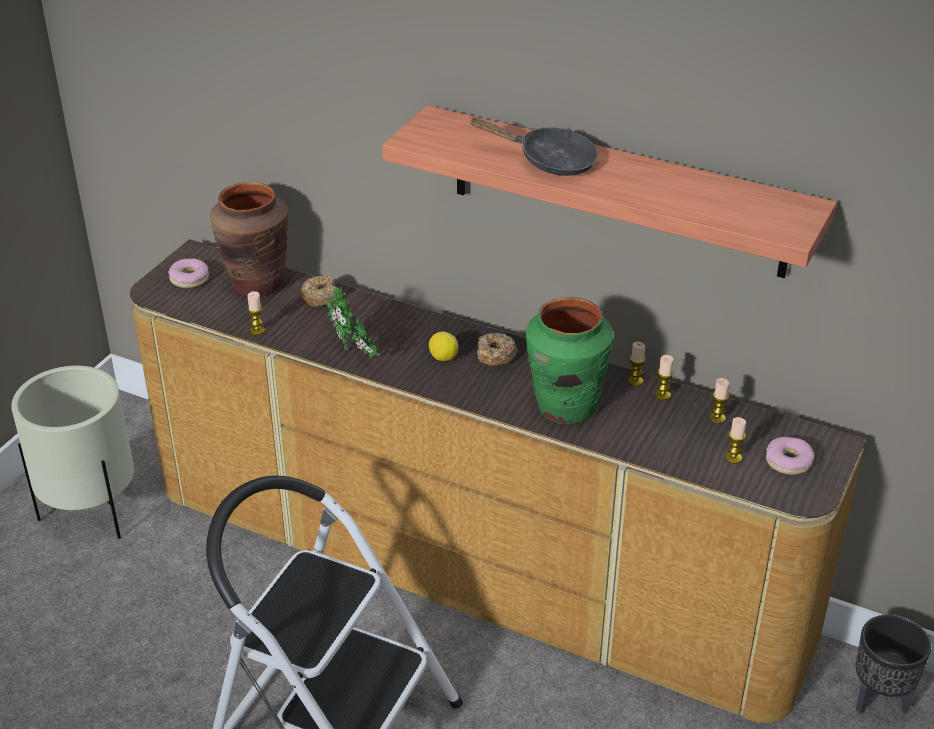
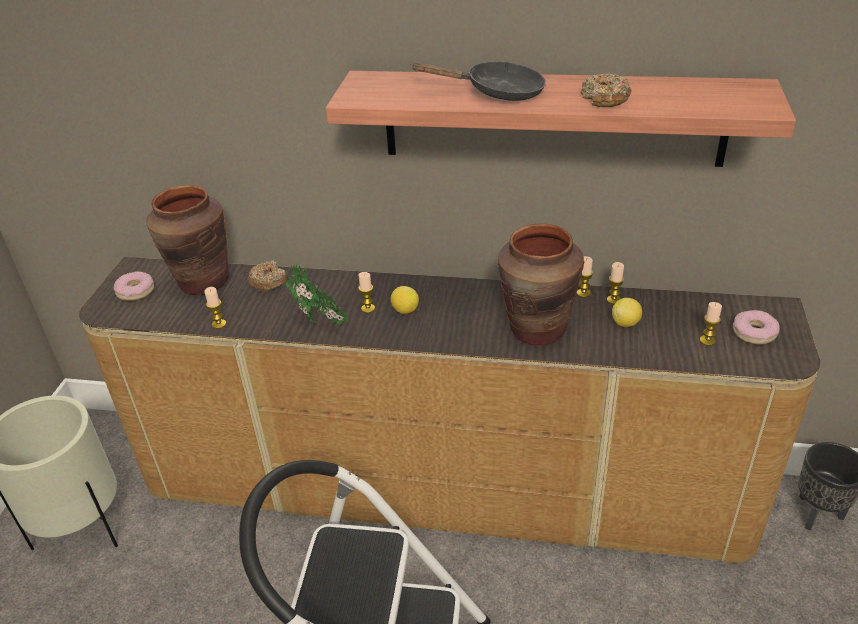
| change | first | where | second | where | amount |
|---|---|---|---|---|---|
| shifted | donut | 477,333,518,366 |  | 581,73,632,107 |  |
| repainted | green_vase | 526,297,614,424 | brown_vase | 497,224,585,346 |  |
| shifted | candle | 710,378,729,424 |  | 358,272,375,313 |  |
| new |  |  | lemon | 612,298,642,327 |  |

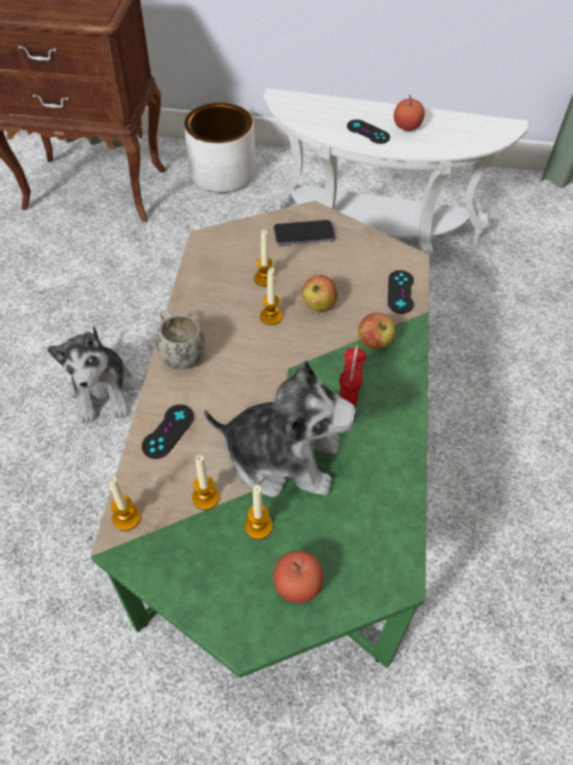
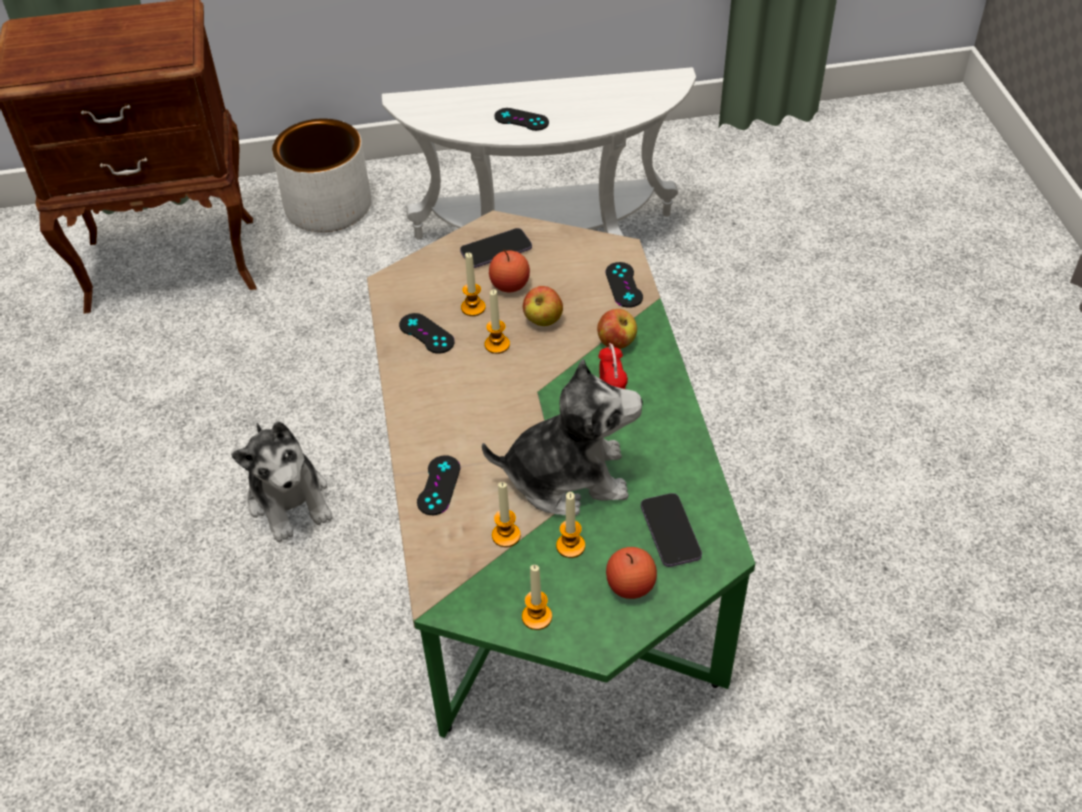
| change | first | where | second | where | amount |
|---|---|---|---|---|---|
| shifted | candle | 108,476,140,531 |  | 522,565,552,630 |  |
| gone | white_mug | 156,310,205,369 |  |  |  |
| shifted | apple | 394,94,425,131 |  | 489,250,530,293 |  |
| new |  |  | black_game_controller | 399,313,455,354 |  |
| new |  |  | phone | 641,493,702,567 |  |

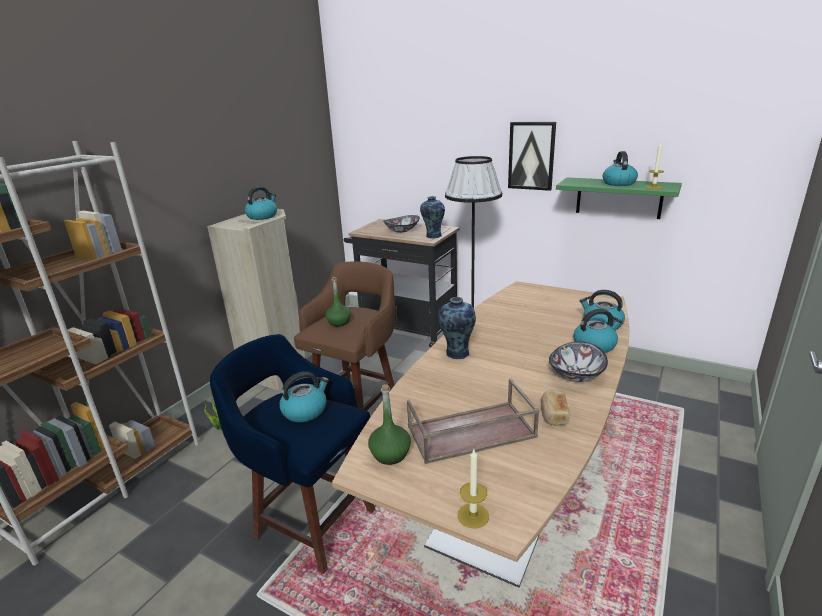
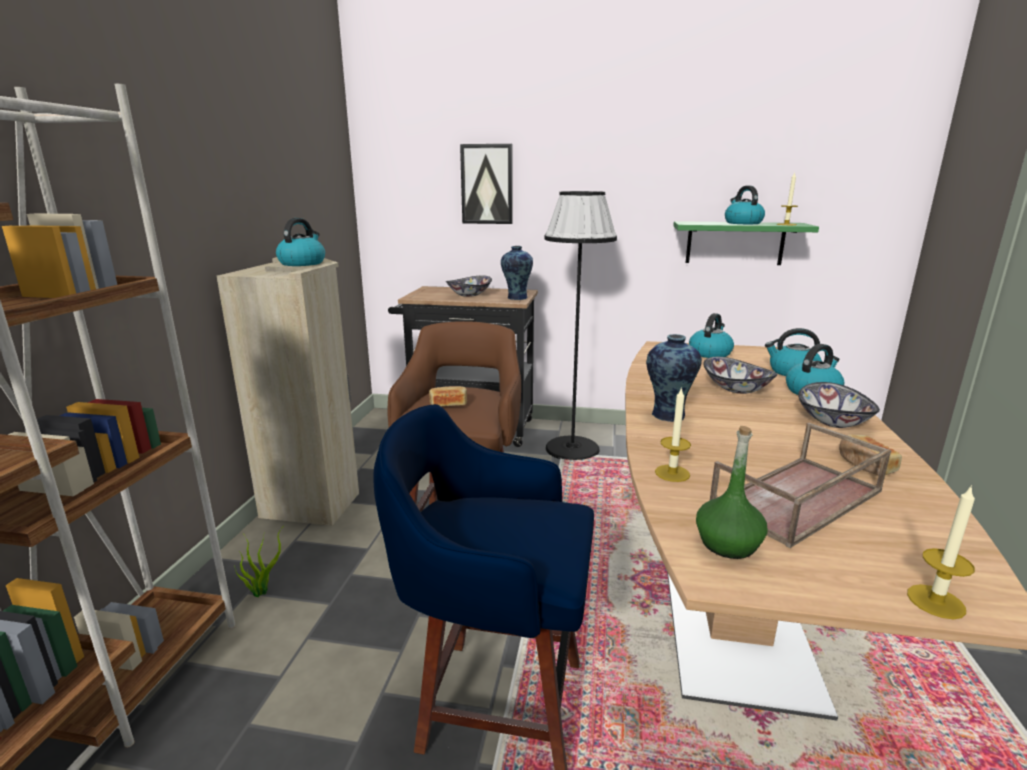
| change | first | where | second | where | amount |
|---|---|---|---|---|---|
| shifted | kettle | 279,372,329,422 |  | 689,313,734,358 |  |
| swapped | green_bottle | 326,277,351,327 | bread | 429,386,467,407 |  |
| shifted | picture | 508,122,556,191 |  | 460,144,512,224 |  |
| new |  |  | candle | 655,387,691,482 |  |
| new |  |  | bowl | 703,357,778,394 |  |

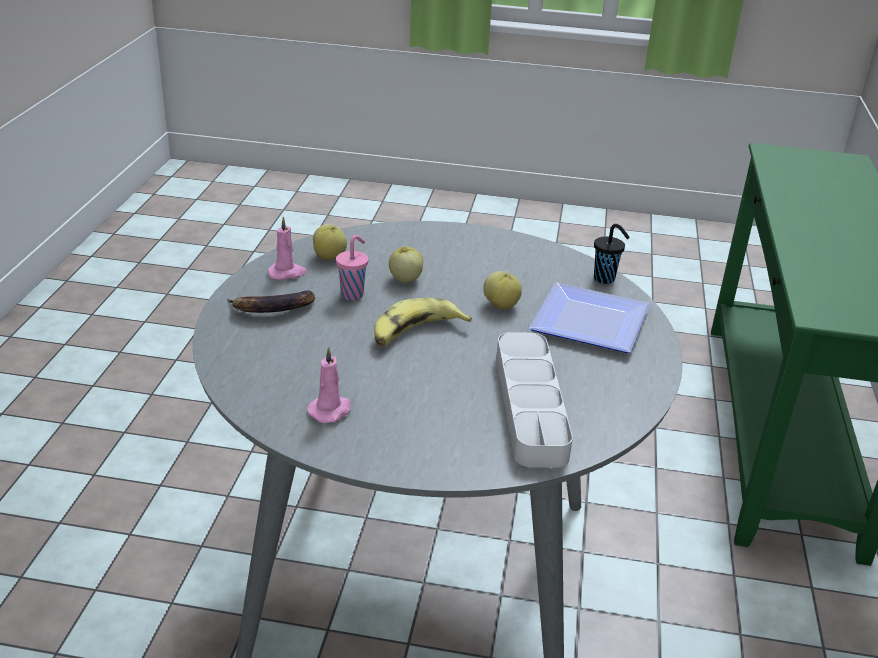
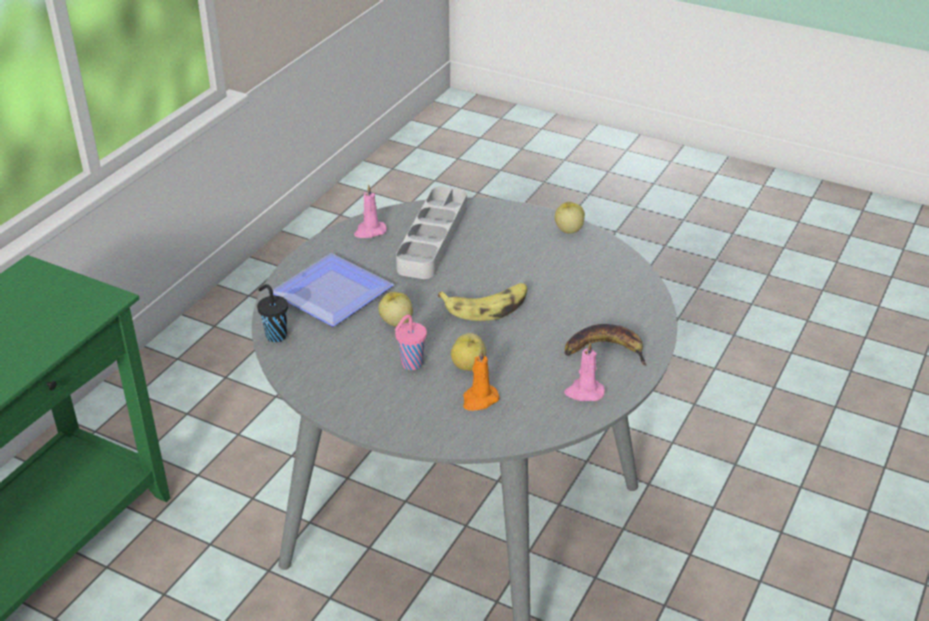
| change | first | where | second | where | amount |
|---|---|---|---|---|---|
| shifted | pink_candle | 307,347,351,423 |  | 354,184,387,238 |  |
| shifted | apple | 313,224,347,260 |  | 555,202,585,234 |  |
| shifted | pink_cup | 336,235,369,301 |  | 395,314,427,370 |  |
| new |  |  | orange_candle | 463,348,500,411 |  |

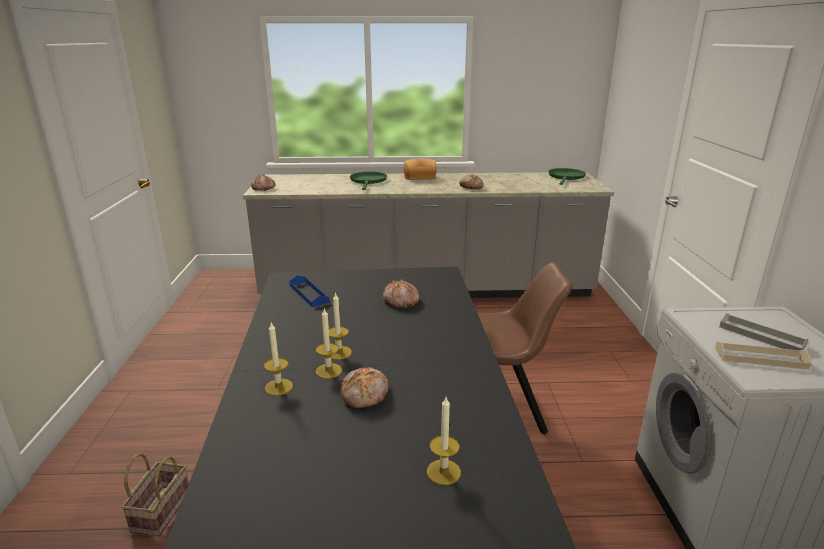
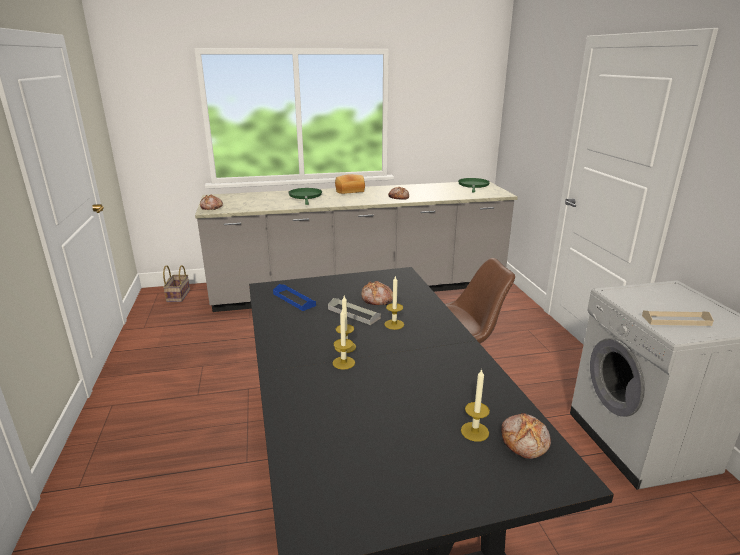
| change | first | where | second | where | amount |
|---|---|---|---|---|---|
| shifted | basket | 121,453,189,537 |  | 163,265,190,302 |  |
| shifted | candle | 264,323,293,396 |  | 384,276,404,330 |  |
| shifted | bread | 341,367,388,408 |  | 501,413,551,459 |  |
| shifted | grey_tray | 719,313,809,350 |  | 328,298,381,325 |  |

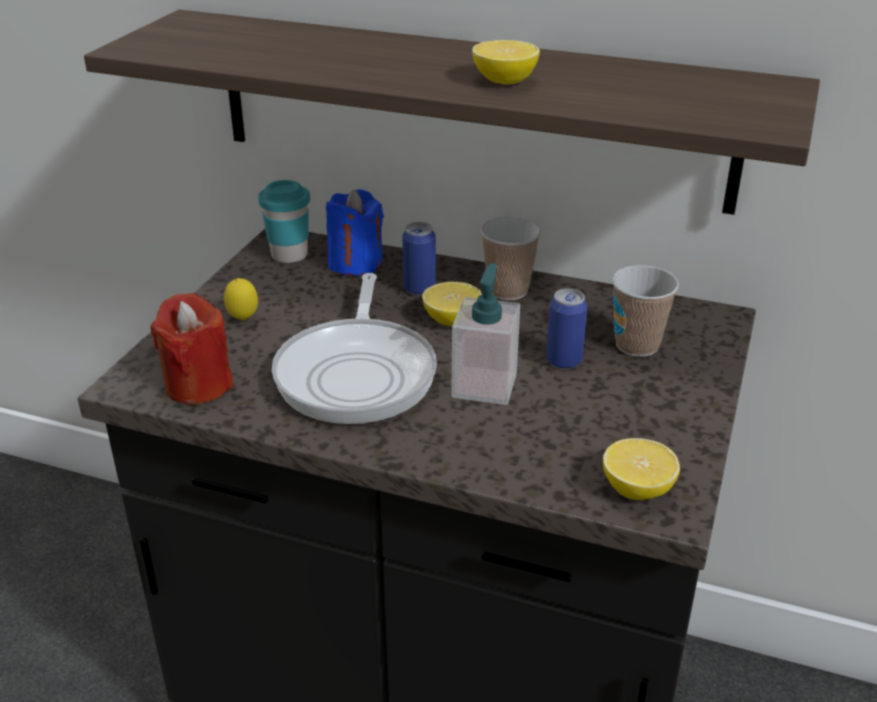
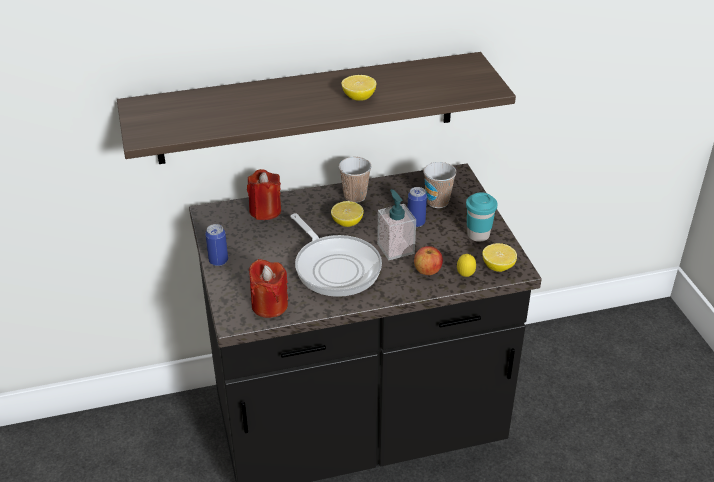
| change | first | where | second | where | amount |
|---|---|---|---|---|---|
| shifted | lemon | 224,278,258,320 |  | 457,254,476,277 |  |
| shifted | turquoise_cup | 258,180,310,263 |  | 466,192,498,242 |  |
| repainted | blue_candle | 326,189,384,276 | red_candle | 247,169,281,220 |  |
| shifted | can | 402,222,436,295 |  | 205,224,228,266 |  |
| new |  |  | apple | 414,246,443,275 |  |

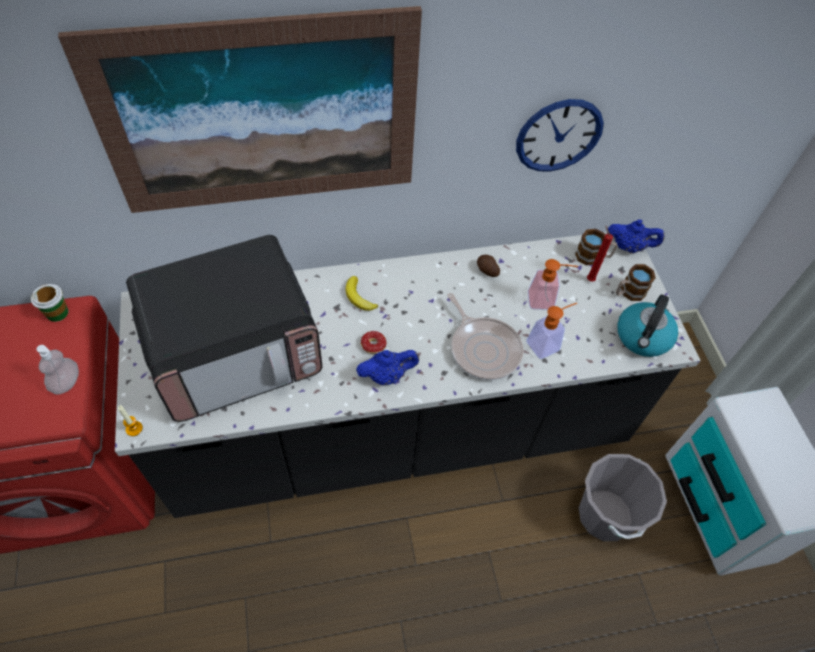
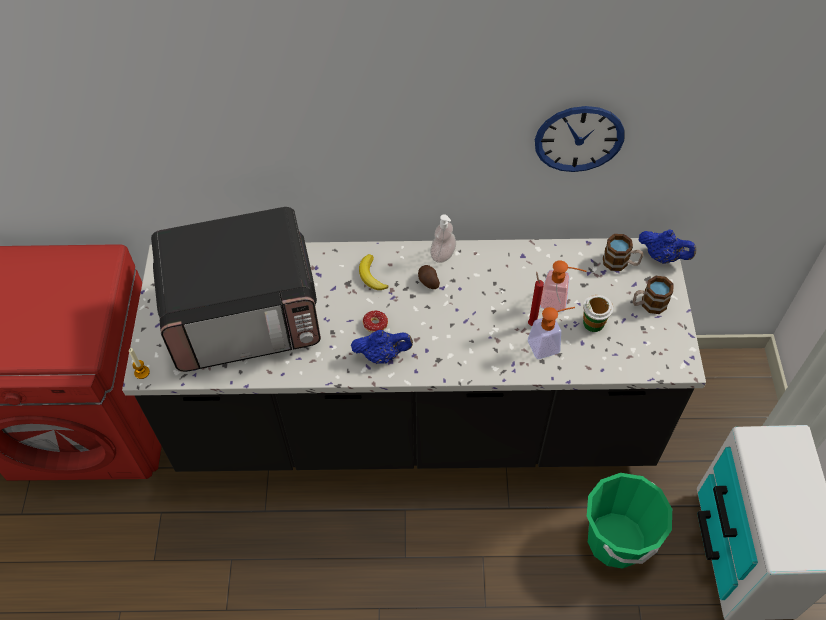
| change | first | where | second | where | amount |
|---|---|---|---|---|---|
| shifted | cup | 31,284,69,322 |  | 583,295,613,332 |  |
| shifted | soap_dispenser | 37,345,79,395 |  | 430,214,456,263 |  |
| gone | picture | 58,6,422,213 |  |  |  |
| gone | frying_pan | 447,293,524,380 |  |  |  |
| shifted | potato | 477,255,500,277 |  | 418,265,440,289 |  |
| repainted | grey_bucket | 579,454,667,541 | green_bucket | 587,473,672,569 |  |
| shifted | red_candle | 587,226,613,282 |  | 528,272,544,326 |  |
| gone | kettle | 617,294,678,357 |  |  |  |

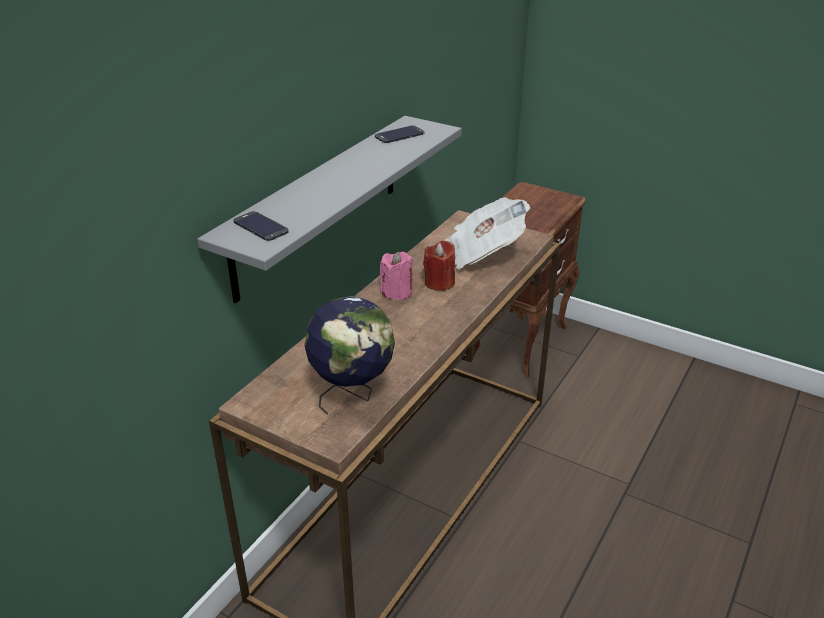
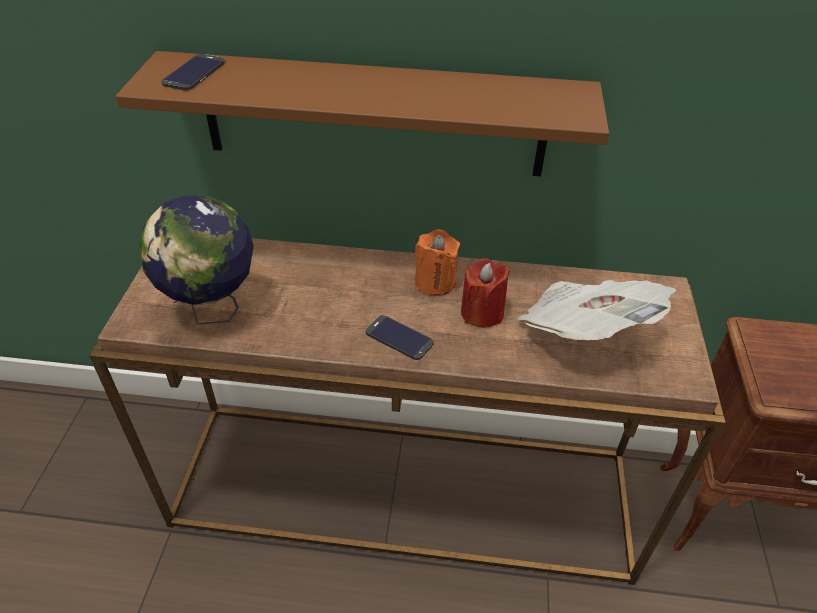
| change | first | where | second | where | amount |
|---|---|---|---|---|---|
| repainted | grey_shelf | 197,116,462,303 | brown_shelf | 116,51,609,176 |  |
| shifted | phone | 375,125,424,143 |  | 365,315,433,360 |  |
| repainted | pink_candle | 380,252,413,300 | orange_candle | 415,229,460,296 |  |

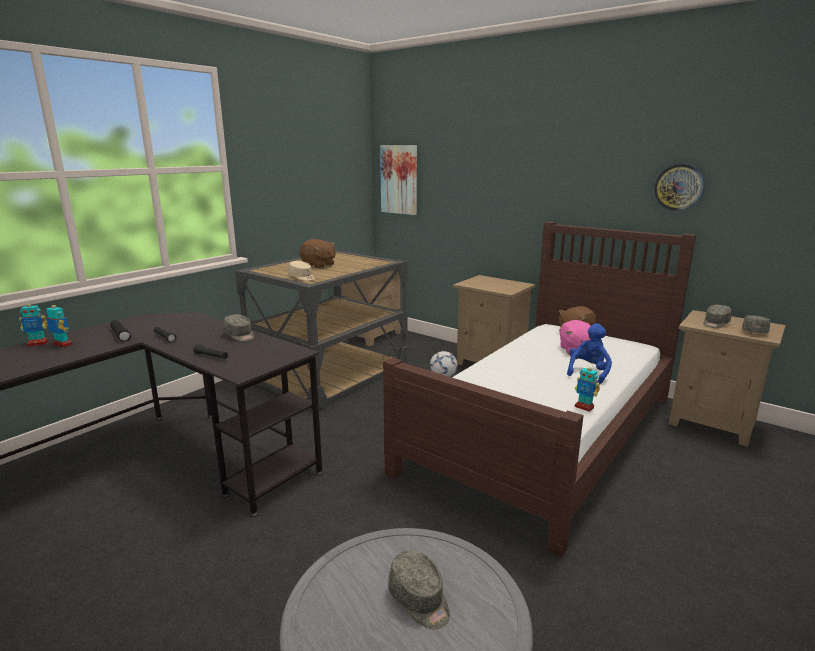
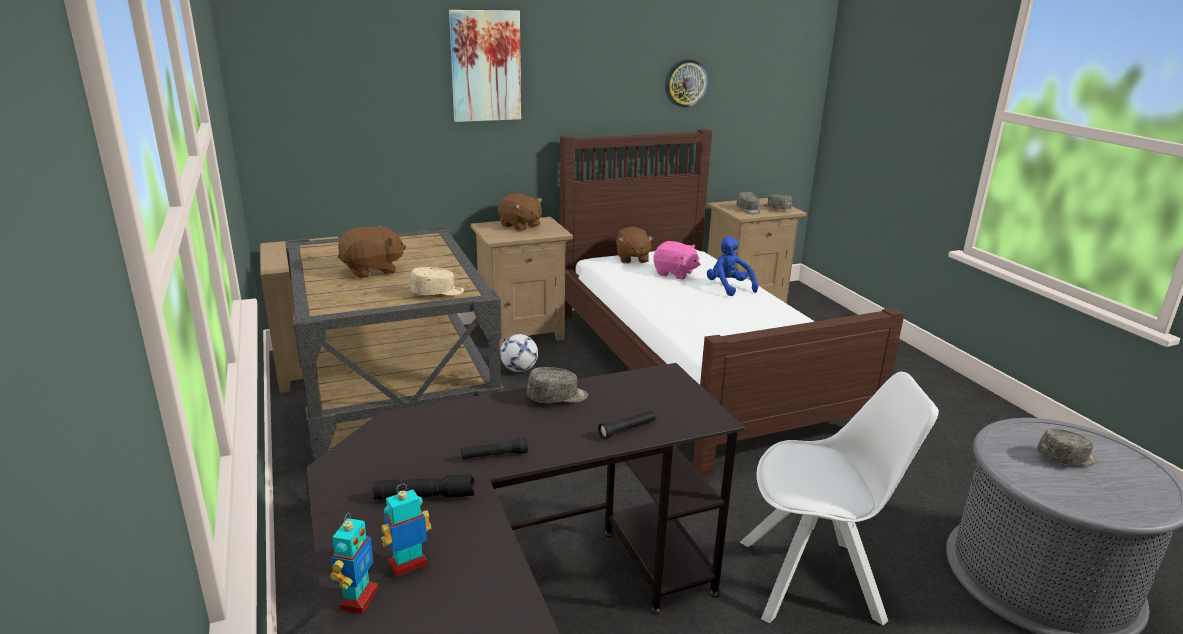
| change | first | where | second | where | amount |
|---|---|---|---|---|---|
| shifted | picture | 380,145,417,215 |  | 449,10,521,122 |  |
| gone | toy_robot | 575,363,600,412 |  |  |  |
| new |  |  | brown_plush_toy | 498,193,542,231 |  |
| new |  |  | white_chair | 740,372,939,625 |  |

